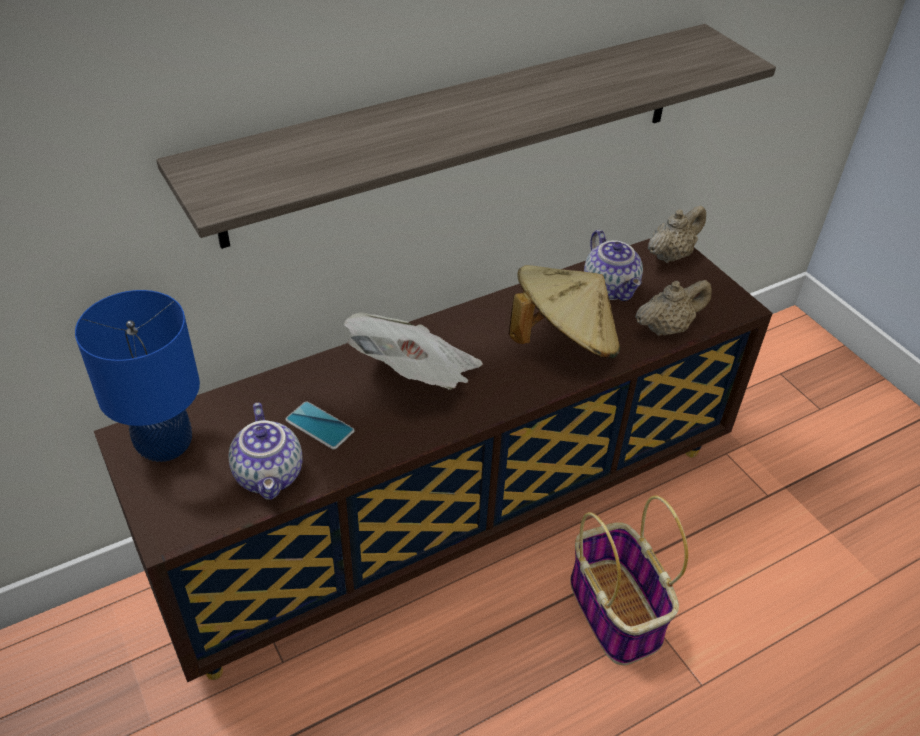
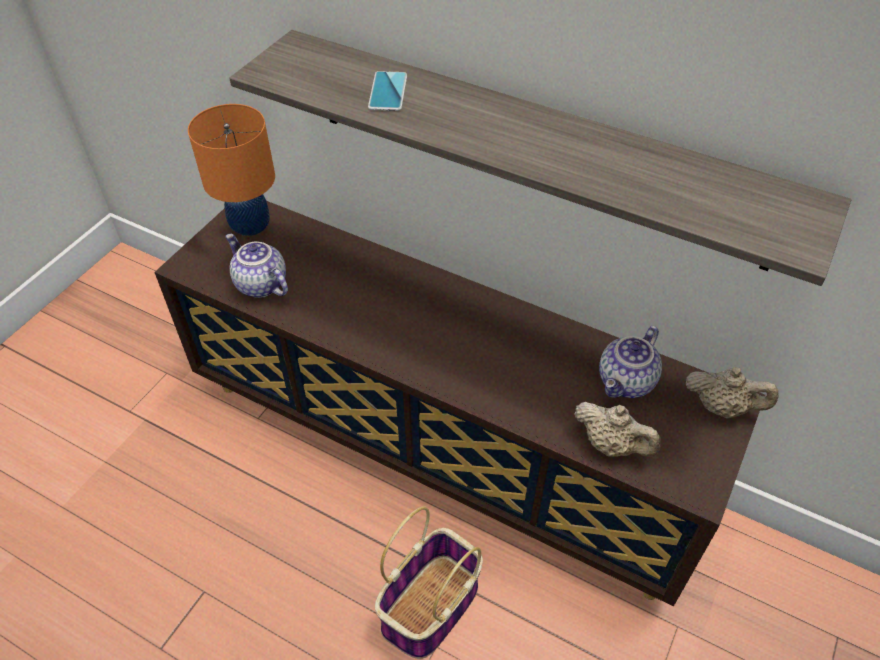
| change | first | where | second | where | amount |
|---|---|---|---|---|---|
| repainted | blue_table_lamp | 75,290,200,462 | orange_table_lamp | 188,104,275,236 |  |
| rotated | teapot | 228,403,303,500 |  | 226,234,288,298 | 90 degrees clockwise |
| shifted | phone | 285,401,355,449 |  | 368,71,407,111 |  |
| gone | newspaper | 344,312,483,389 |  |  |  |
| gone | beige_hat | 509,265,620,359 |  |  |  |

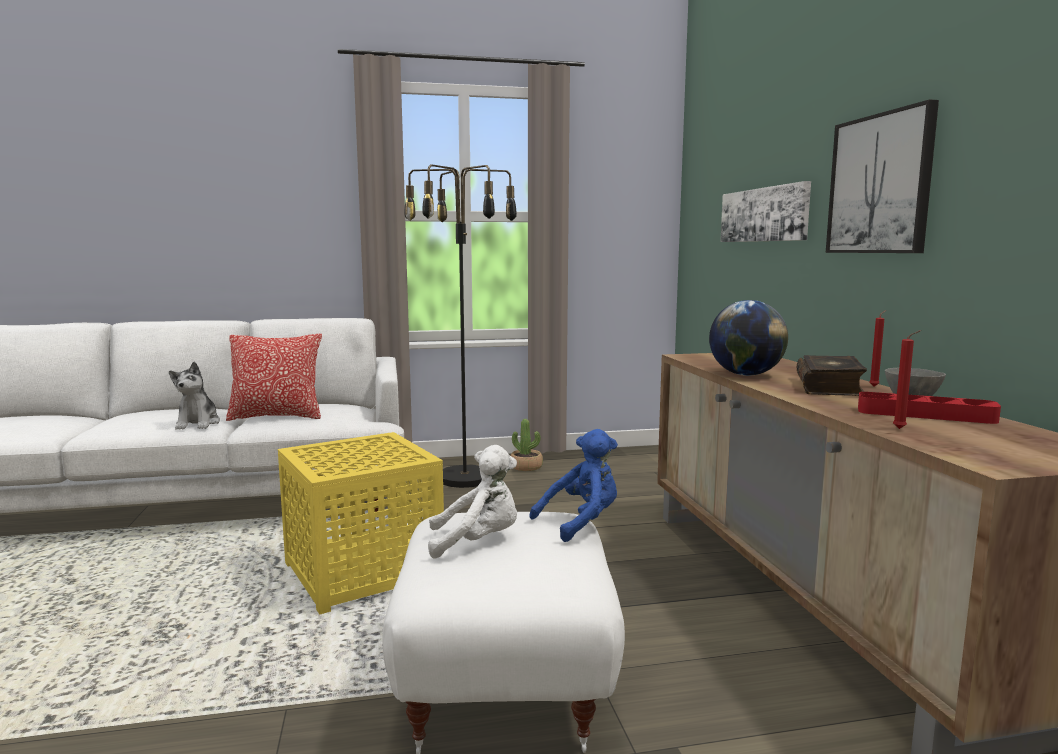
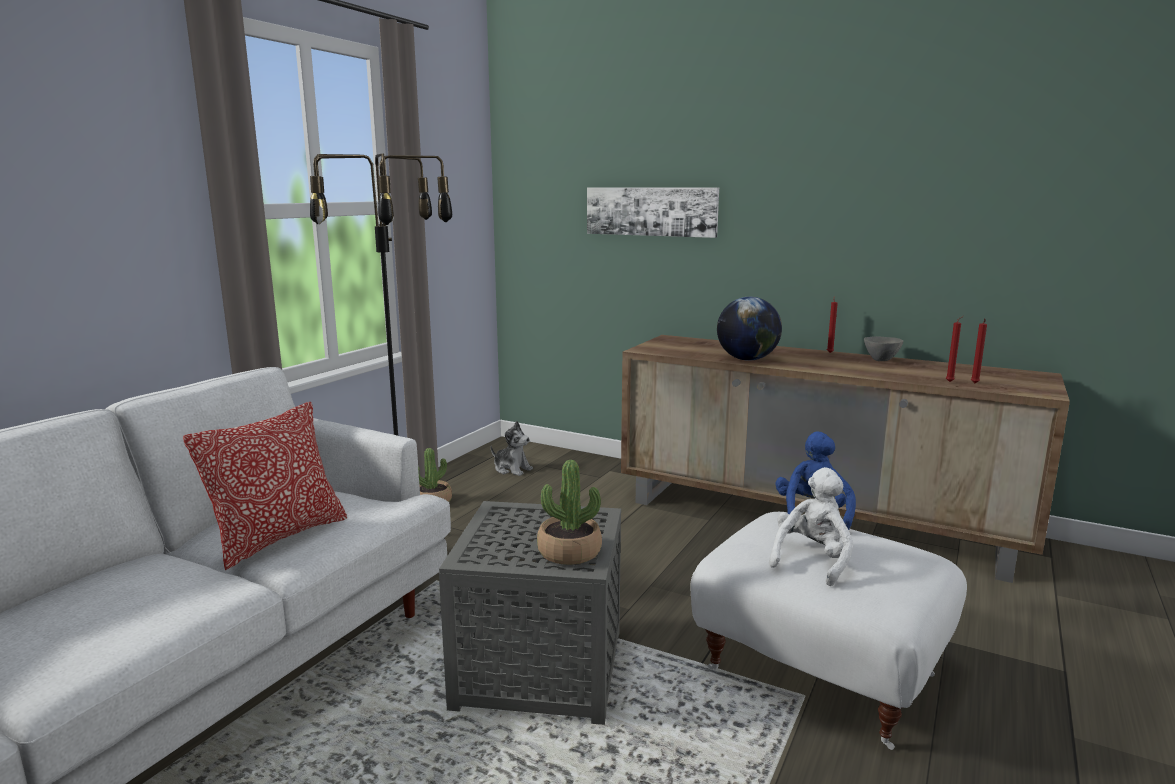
| change | first | where | second | where | amount |
|---|---|---|---|---|---|
| shifted | plush_toy | 169,361,220,430 |  | 491,421,533,476 |  |
| repainted | yellow_side_table | 278,432,444,615 | grey_side_table | 439,501,621,725 |  |
| gone | book | 797,355,867,396 |  |  |  |
| gone | picture | 826,99,939,253 |  |  |  |
| gone | red_tray | 858,392,1001,424 |  |  |  |
| new |  |  | potted_plant | 537,460,602,565 |  |
| new |  |  | red_candle | 971,318,987,383 |  |

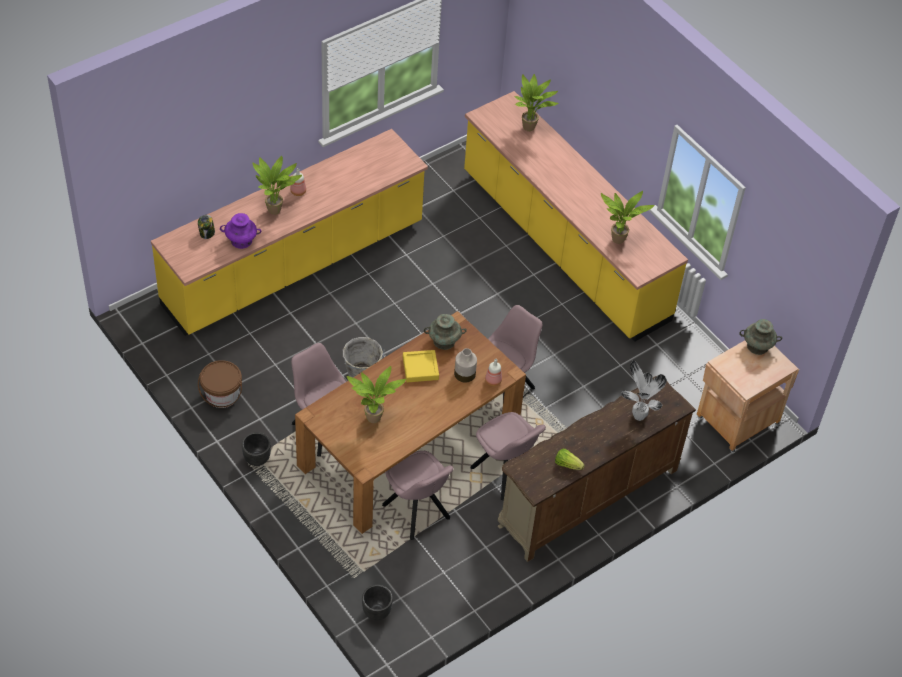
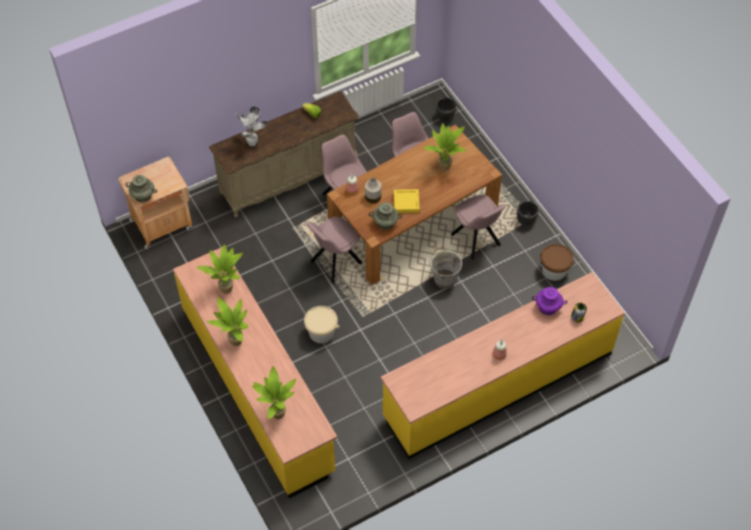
| change | first | where | second | where | amount |
|---|---|---|---|---|---|
| shifted | potted_plant | 252,156,302,215 |  | 207,297,249,346 |  |
| new |  |  | beige_bucket | 304,306,340,343 |  |

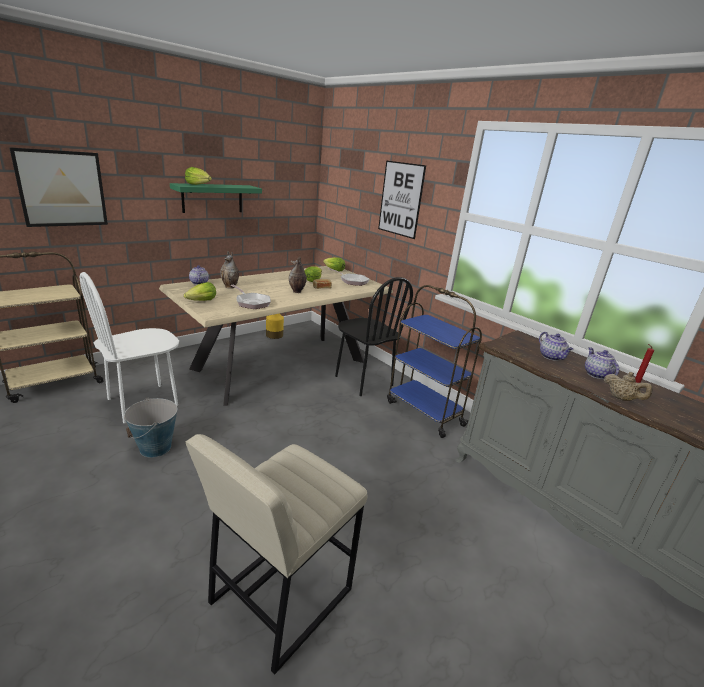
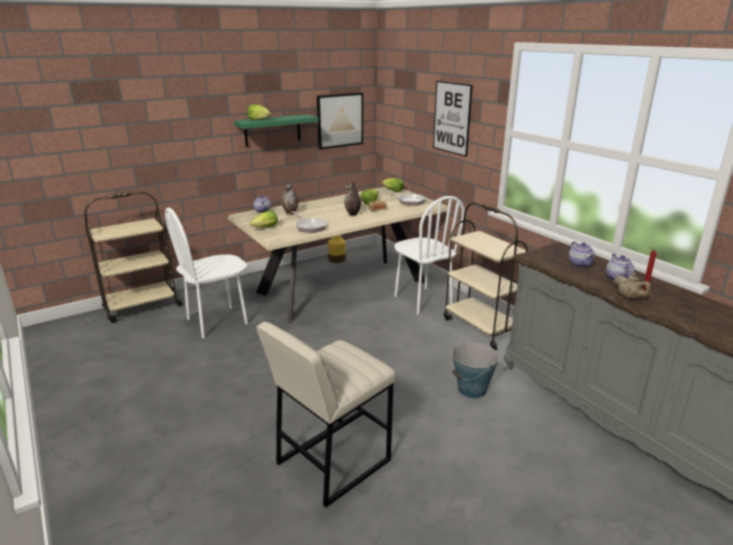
| change | first | where | second | where | amount |
|---|---|---|---|---|---|
| shifted | picture | 9,147,108,227 |  | 317,92,363,150 |  |
| shifted | bucket | 124,398,177,458 |  | 451,342,499,399 |  |
| repainted | black_chair | 335,277,413,396 | white_chair | 394,196,465,314 |  |
| repainted | blue_cart | 387,285,482,438 | beige_cart | 443,202,528,350 |  |

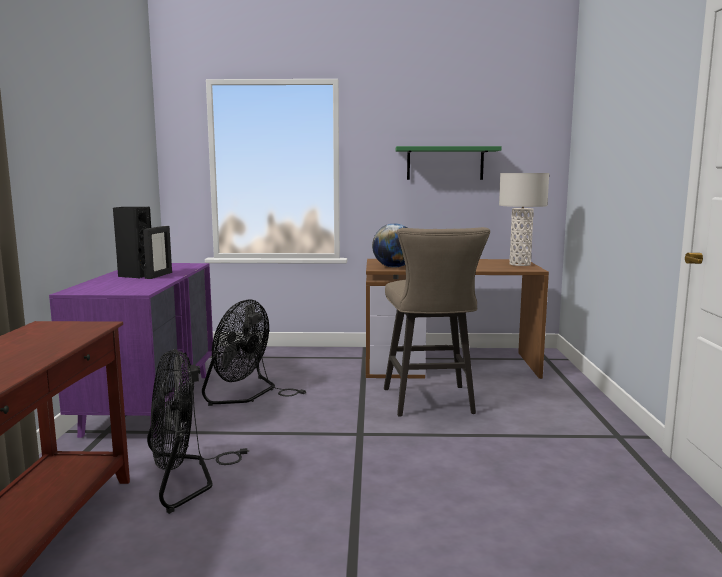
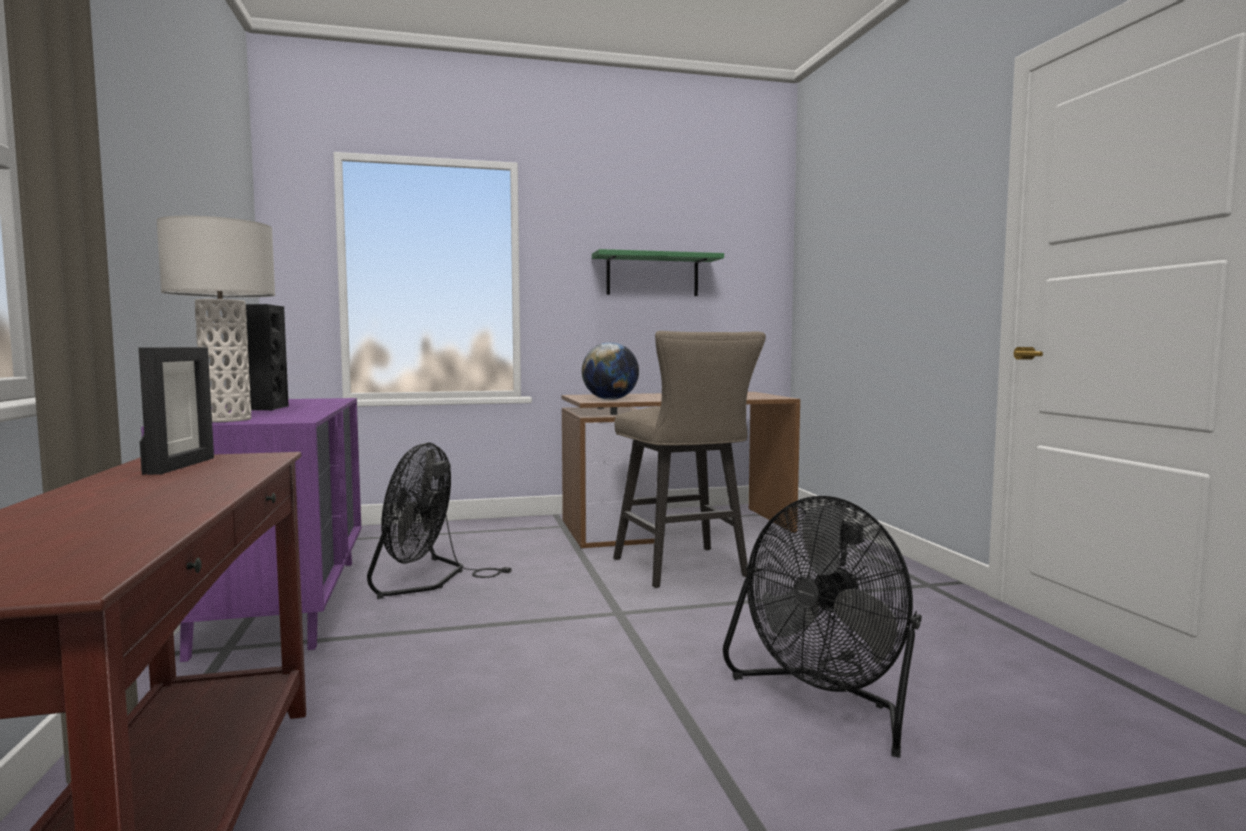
| change | first | where | second | where | amount |
|---|---|---|---|---|---|
| shifted | picture_frame | 143,226,172,279 |  | 139,347,214,475 |  |
| shifted | black_fan | 147,349,250,514 |  | 723,496,922,758 |  |
| shifted | white_table_lamp | 499,173,549,266 |  | 157,216,275,422 |  |

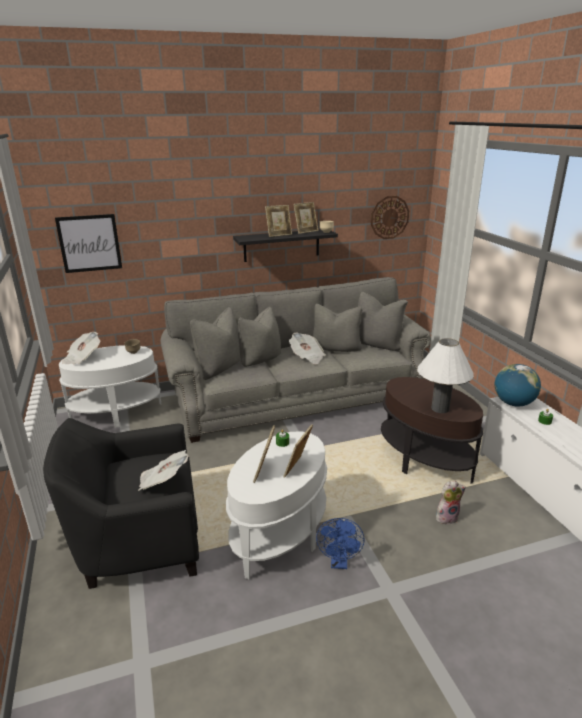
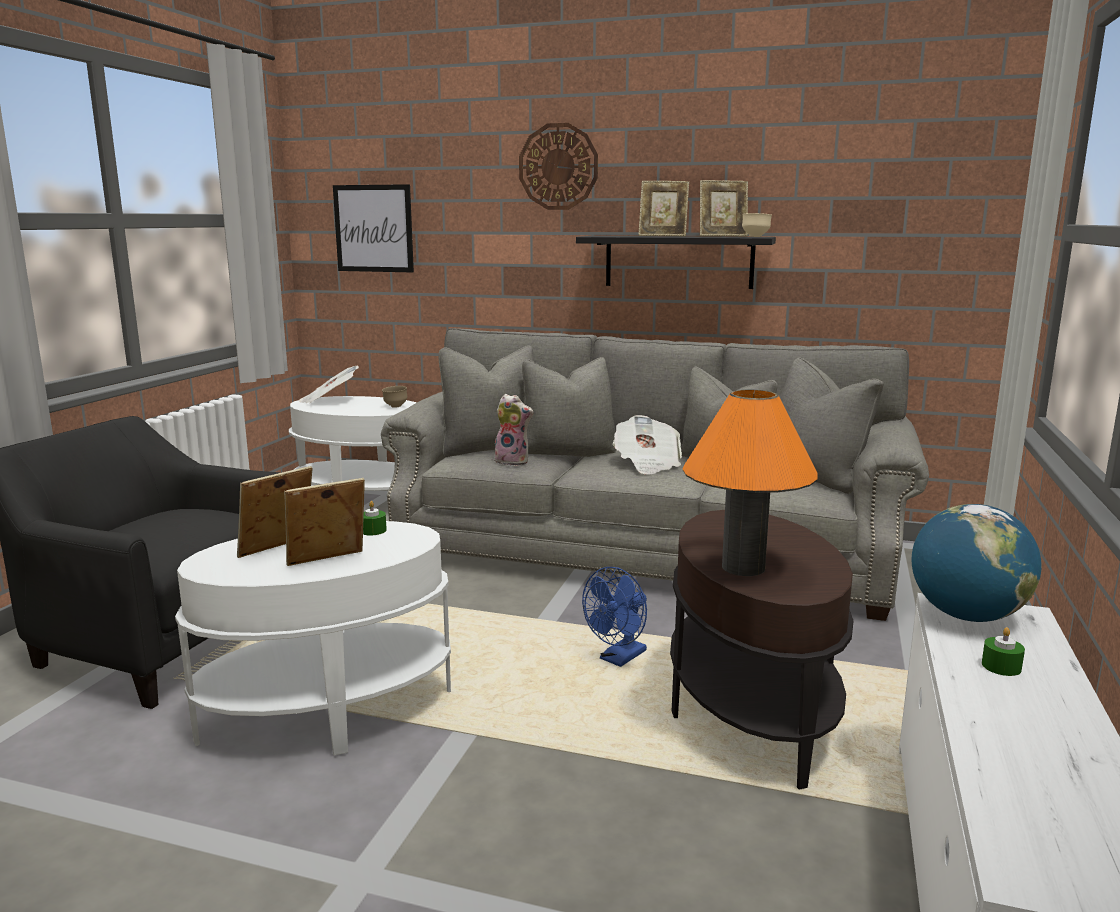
| change | first | where | second | where | amount |
|---|---|---|---|---|---|
| gone | newspaper | 138,450,188,491 |  |  |  |
| shifted | blue_fan | 316,518,365,569 |  | 582,567,647,667 |  |
| shifted | wall_clock | 371,196,409,239 |  | 519,123,598,210 |  |
| repainted | white_table_lamp | 417,338,474,413 | orange_table_lamp | 682,390,818,576 |  |
| shifted | plush_toy | 436,481,466,525 |  | 494,394,533,466 |  |

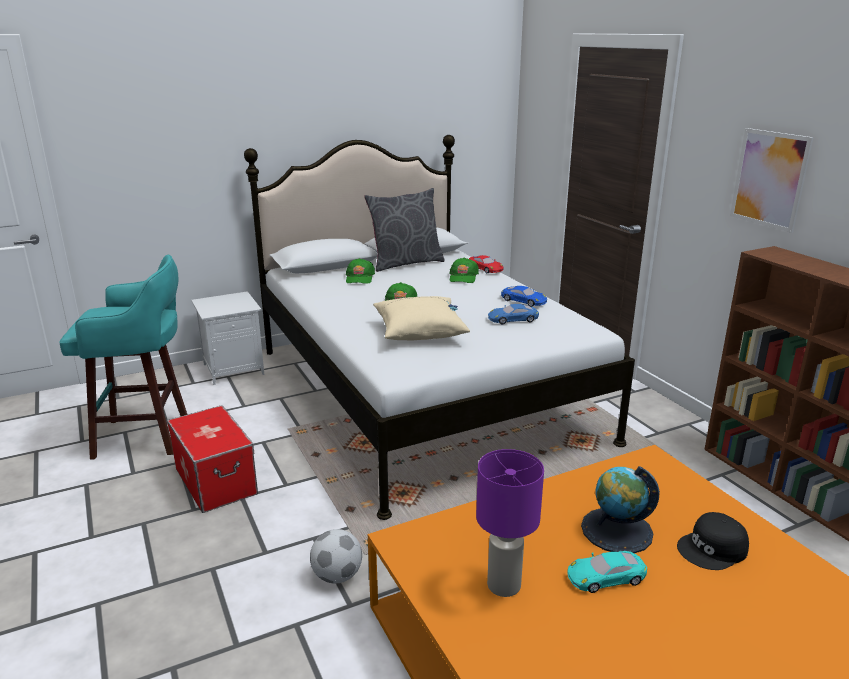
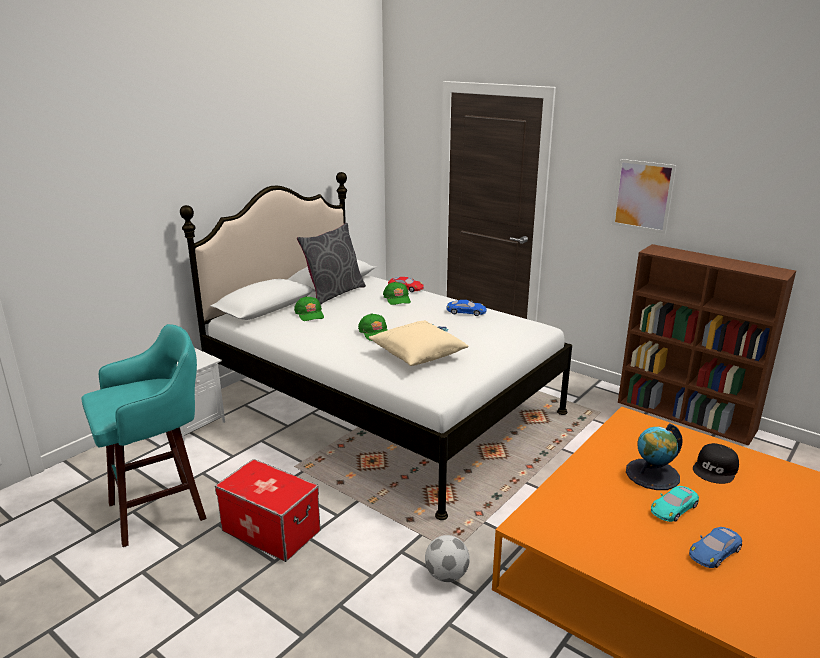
| change | first | where | second | where | amount |
|---|---|---|---|---|---|
| gone | purple_table_lamp | 476,449,544,597 |  |  |  |
| shifted | blue_toy_car | 488,304,539,325 |  | 689,527,742,568 |  |

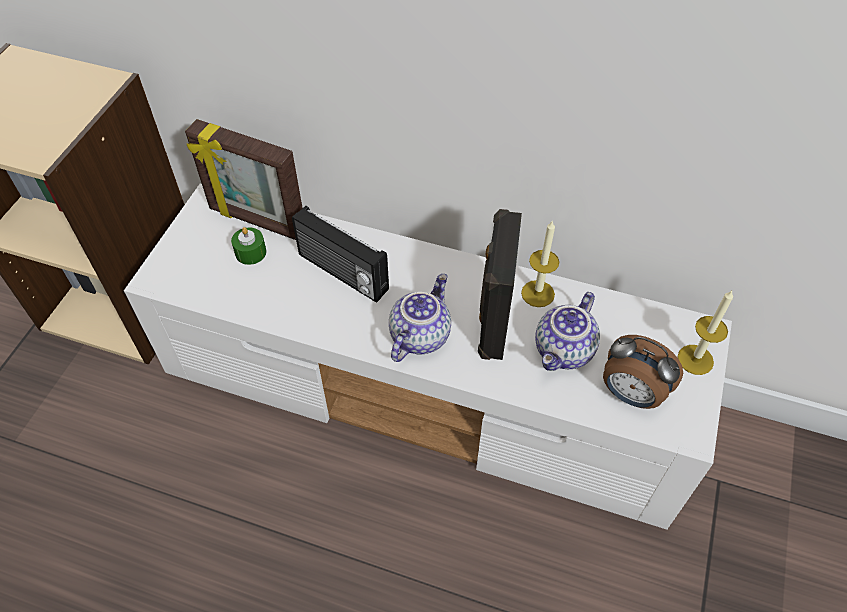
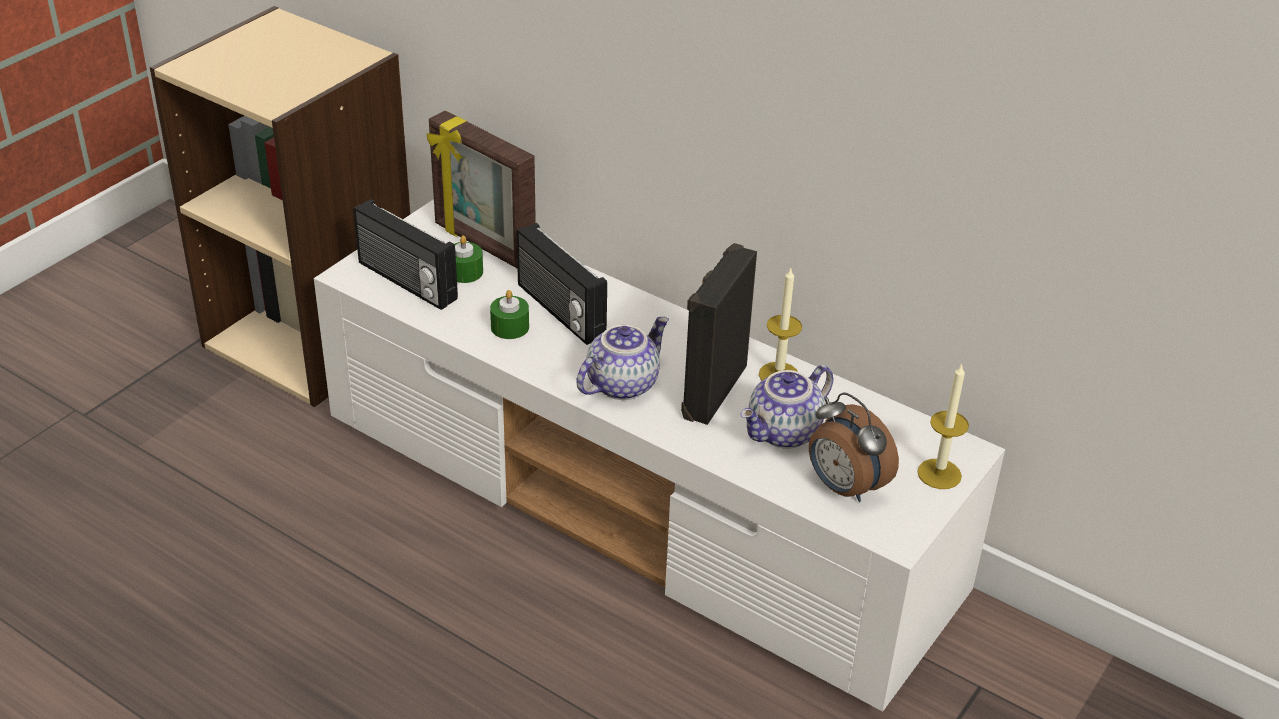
| change | first | where | second | where | amount |
|---|---|---|---|---|---|
| new |  |  | radio | 353,199,458,310 |  |
| new |  |  | green_candle | 490,290,529,339 |  |

